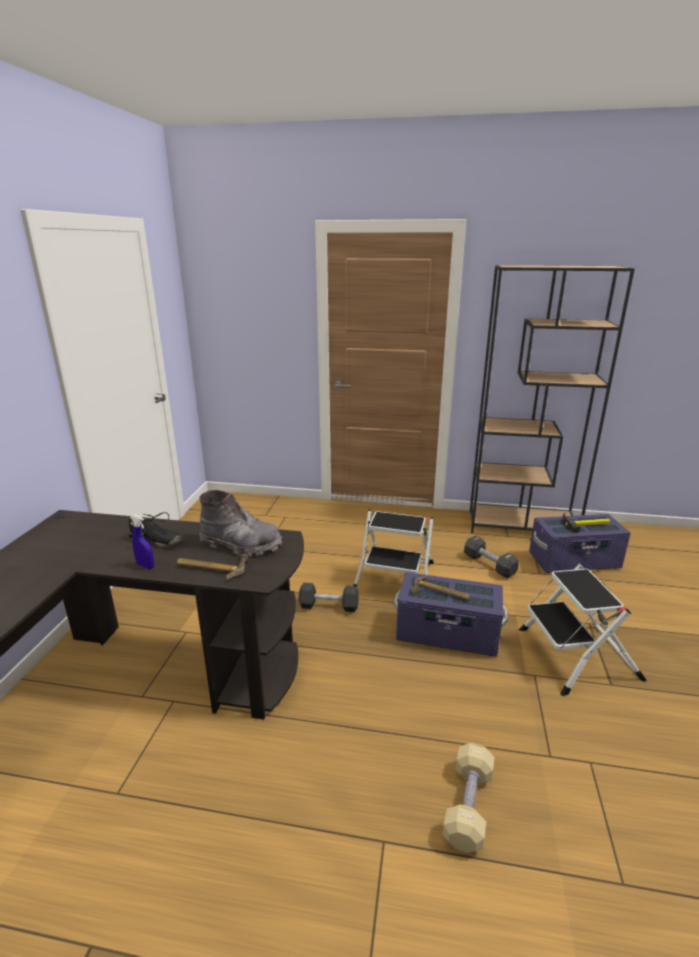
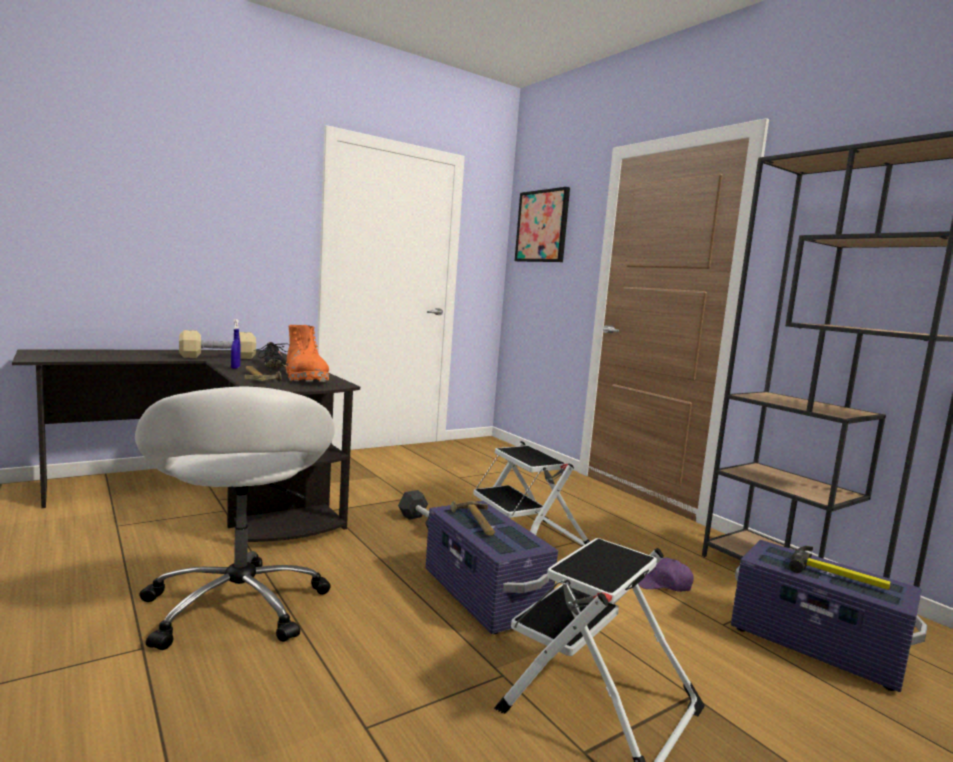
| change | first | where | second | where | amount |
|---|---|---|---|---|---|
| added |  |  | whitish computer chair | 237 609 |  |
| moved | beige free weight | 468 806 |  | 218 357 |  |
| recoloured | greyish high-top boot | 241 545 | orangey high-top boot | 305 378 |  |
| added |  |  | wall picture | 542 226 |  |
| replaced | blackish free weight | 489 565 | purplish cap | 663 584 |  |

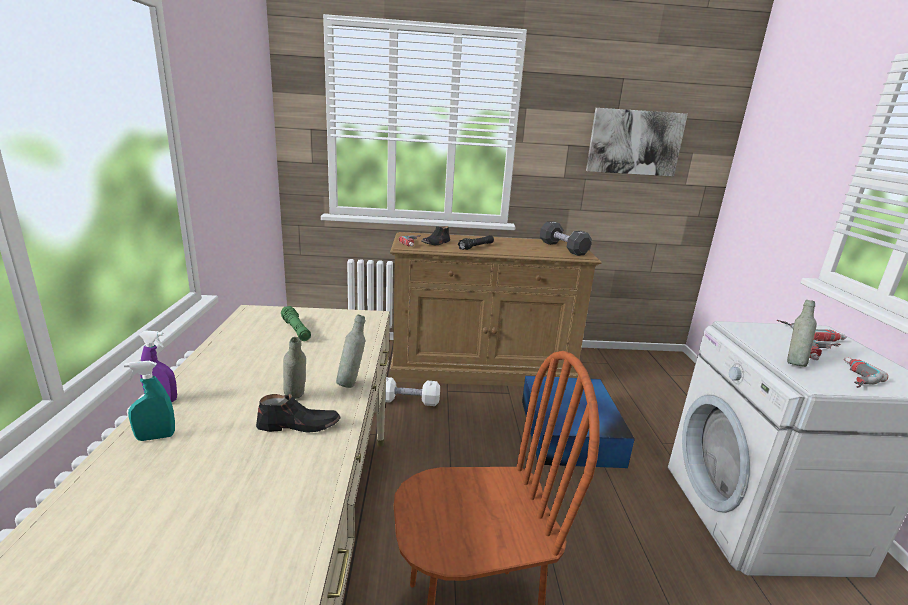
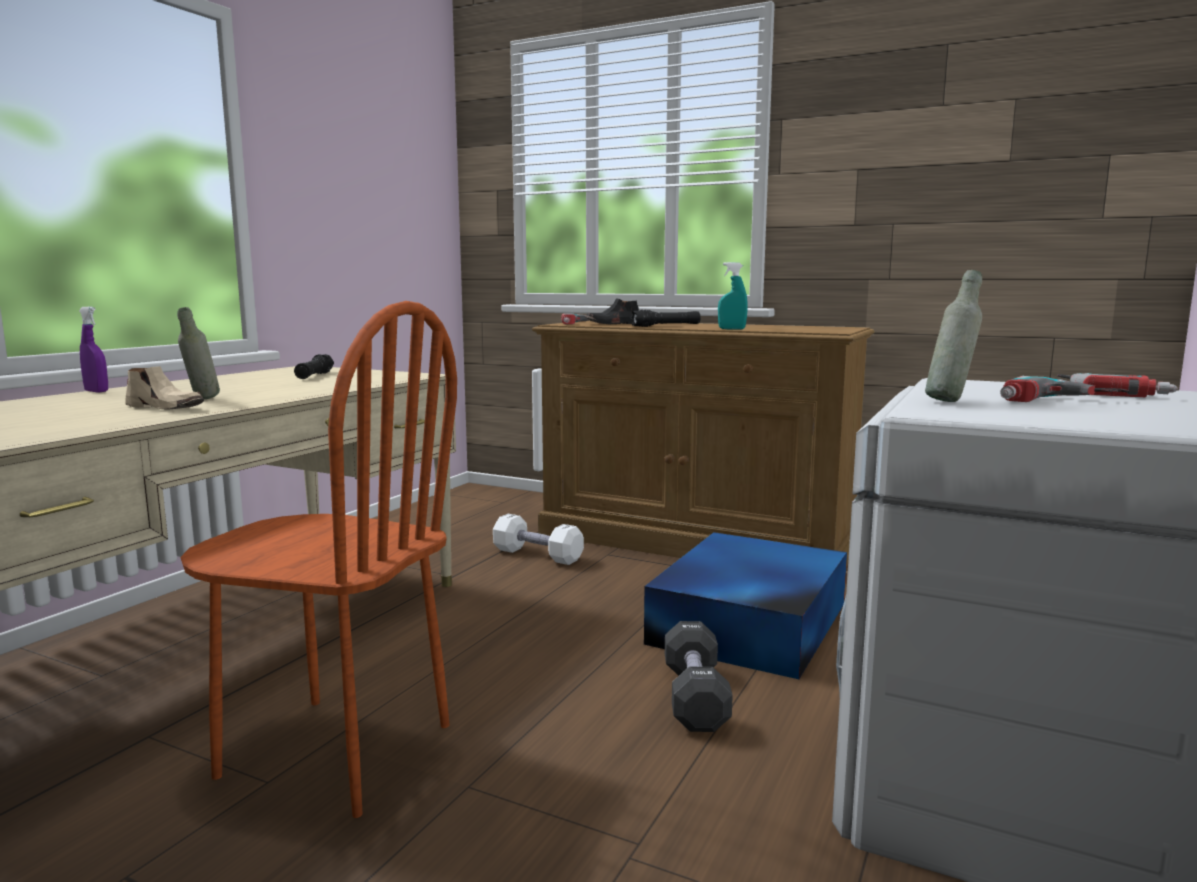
| change | first | where | second | where | amount |
|---|---|---|---|---|---|
| recoloured | blackish shoe | 299 425 | beige shoe | 166 408 |  |
| recoloured | green-coloured hand torch | 296 330 | blackish hand torch | 314 376 |  |
| moved | blackish free weight | 563 248 |  | 695 697 |  |
| moved | blue-green hand sprayer | 155 437 |  | 731 329 |  |
| removed | greyish drink bottle | 351 383 |  |  |  |
| removed | wall picture | 634 142 |  |  |  |
| removed | electric drill | 850 376 |  |  |  |

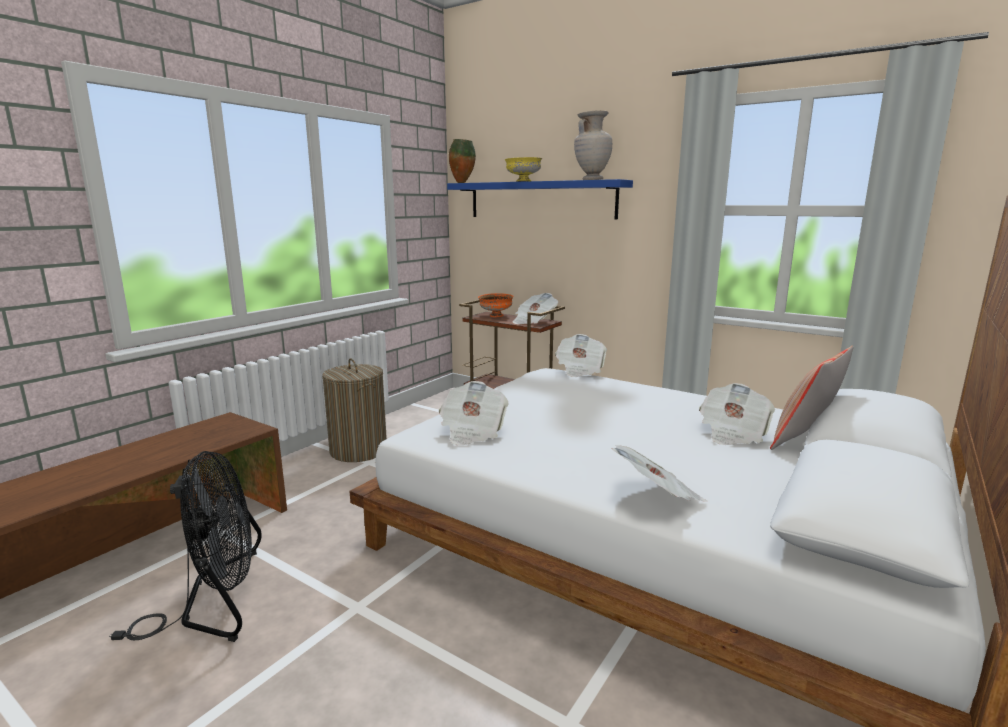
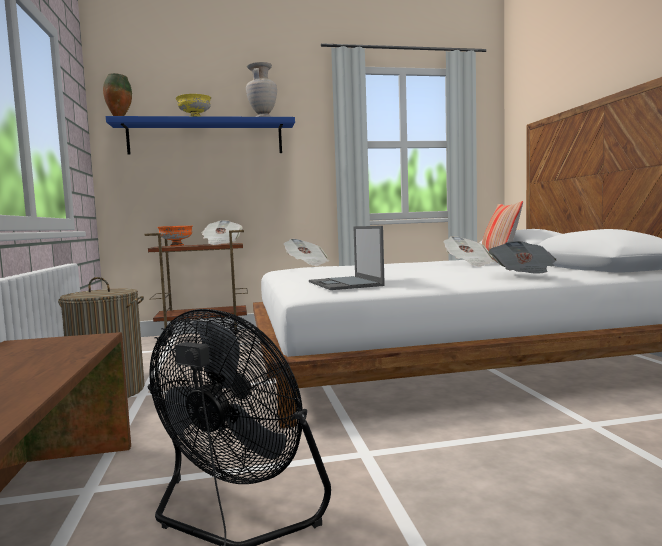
| change | first | where | second | where | amount |
|---|---|---|---|---|---|
| replaced | daily paper | 472 431 | notebook computer | 345 284 |  |

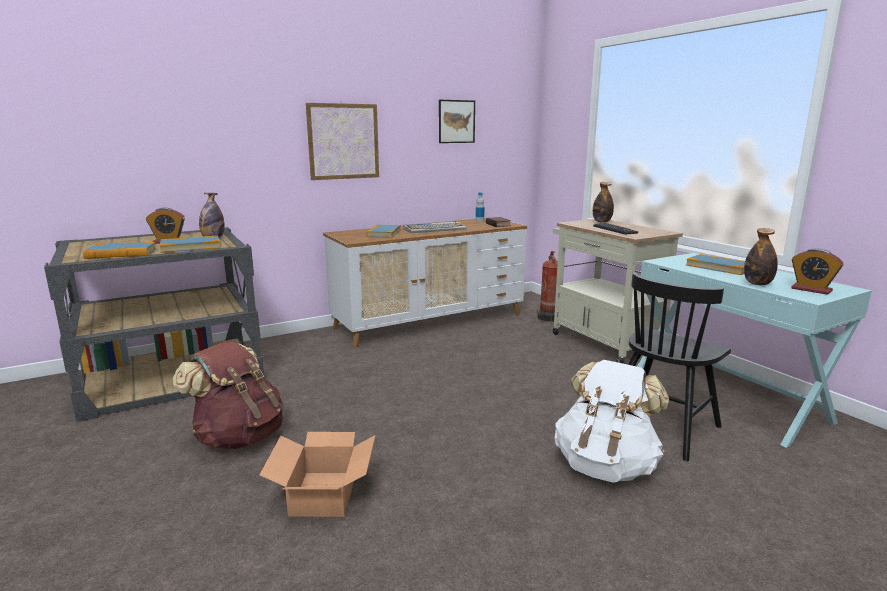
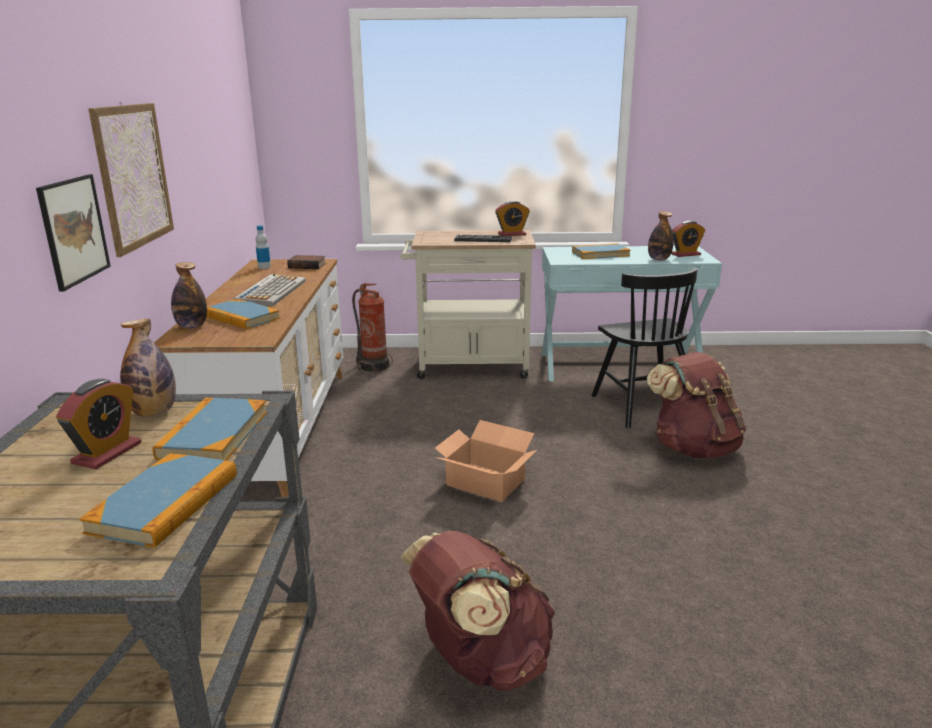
| change | first | where | second | where | amount |
|---|---|---|---|---|---|
| moved | wall picture | 456 121 |  | 74 230 |  |
| moved | drink bottle | 602 222 |  | 192 326 |  |
| moved | packing box | 325 493 |  | 485 481 |  |
| added |  |  | table clock | 512 234 |  |
| recoloured | whitish knapsack | 606 466 | brown-coloured knapsack | 693 448 |  |

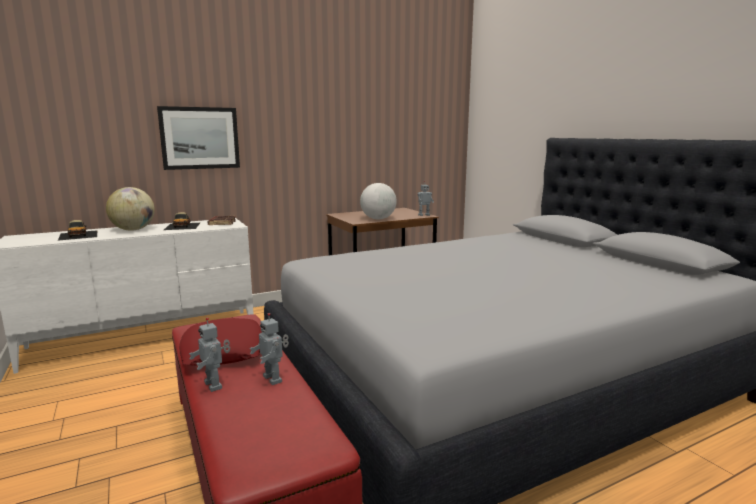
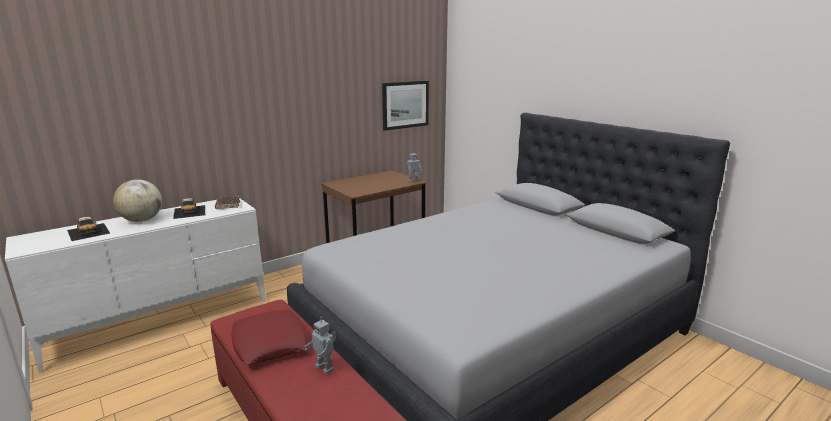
| change | first | where | second | where | amount |
|---|---|---|---|---|---|
| moved | wall picture | 200 138 |  | 405 105 |  |
| removed | model robot | 214 385 |  |  |  |
| removed | desk globe | 378 219 |  |  |  |

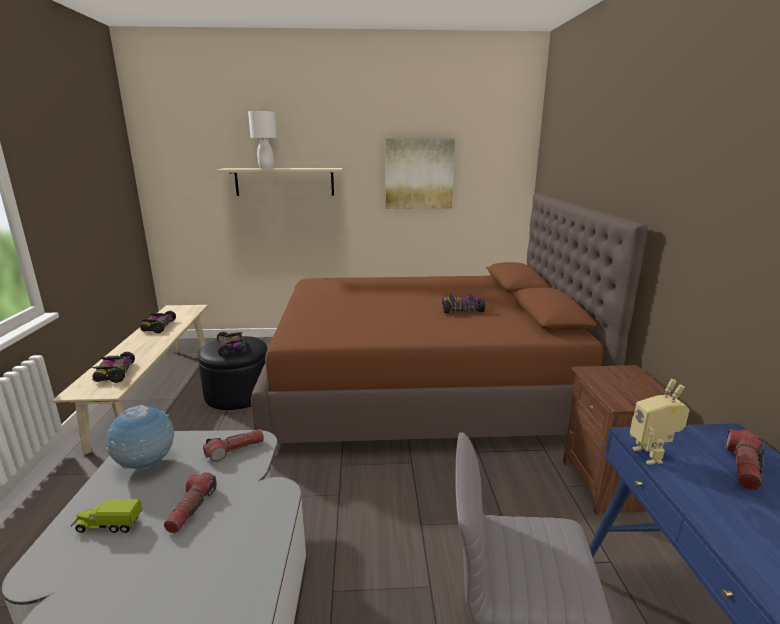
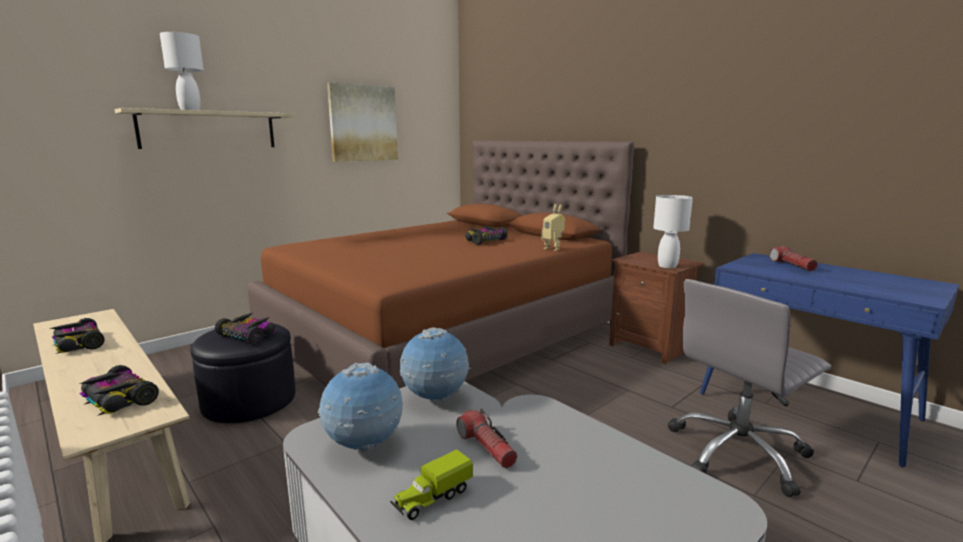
| change | first | where | second | where | amount |
|---|---|---|---|---|---|
| replaced | hand torch | 235 450 | desk globe | 435 399 |  |
| moved | model robot | 652 455 |  | 553 248 |  |
| added |  |  | whitish tabletop lamp | 667 266 |  |

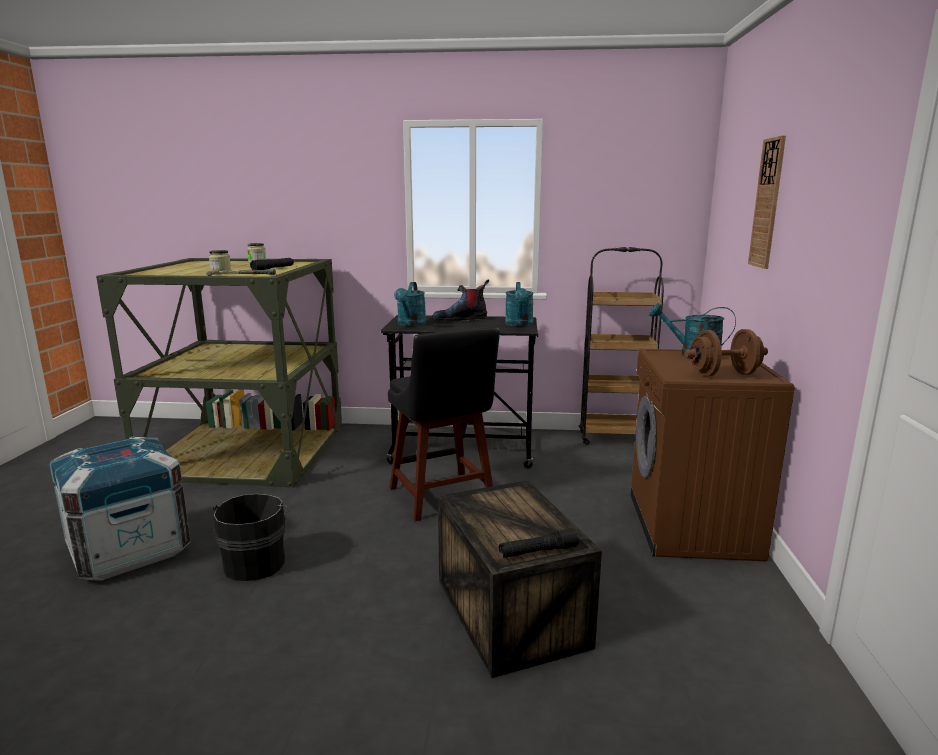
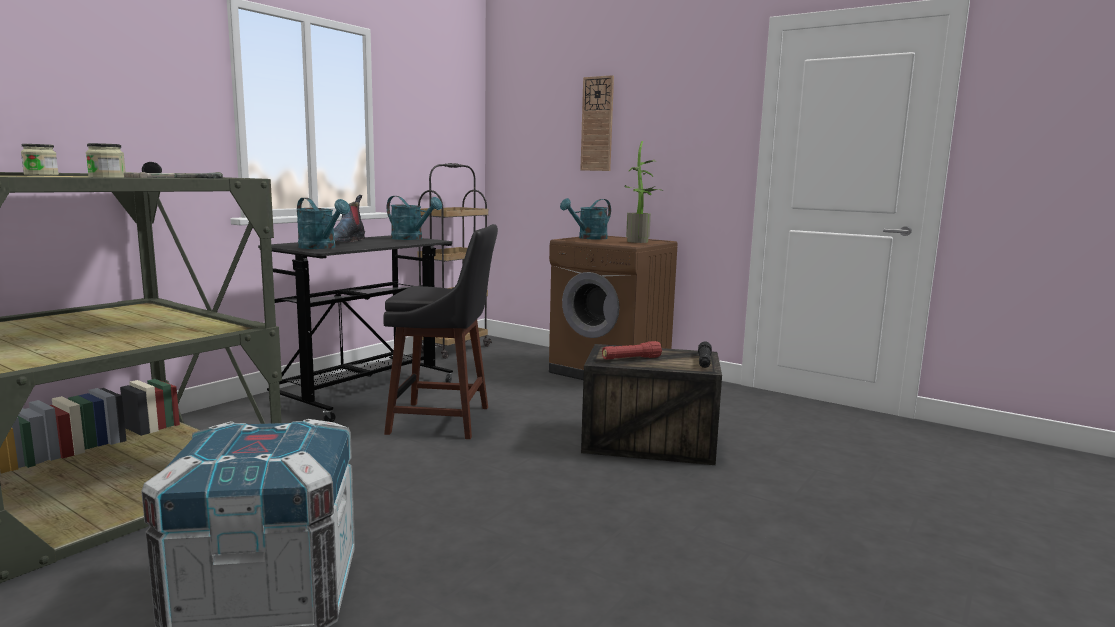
| change | first | where | second | where | amount |
|---|---|---|---|---|---|
| added |  |  | reddish hand torch | 631 359 |  |
| replaced | brown-coloured free weight | 723 374 | plant in a pot | 640 242 |  |
| removed | blackish pail | 256 562 |  |  |  |

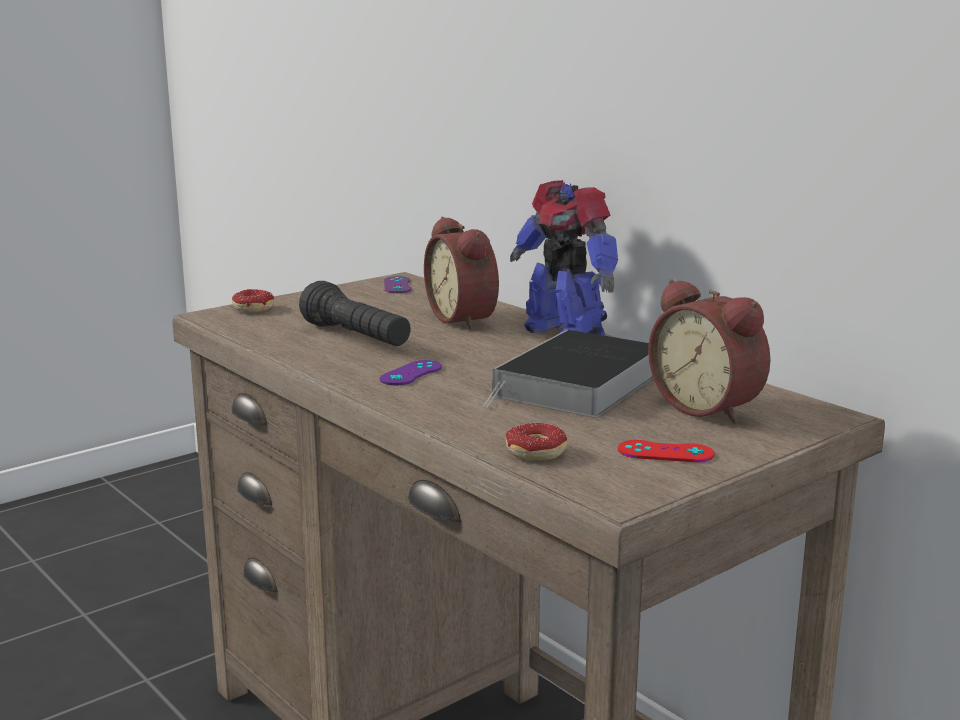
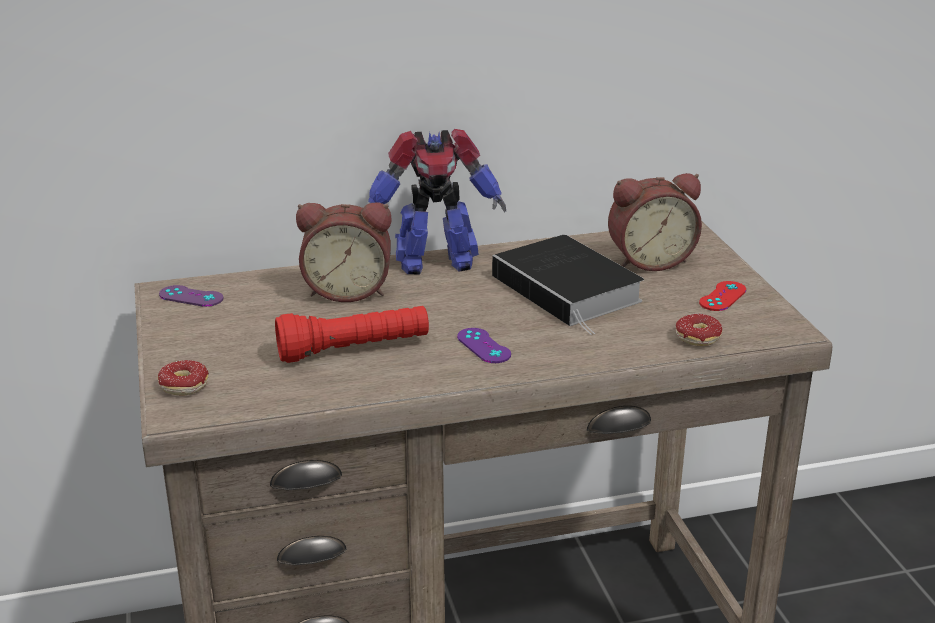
| change | first | where | second | where | amount |
|---|---|---|---|---|---|
| recoloured | blackish hand torch | 356 338 | reddish hand torch | 354 350 |  |

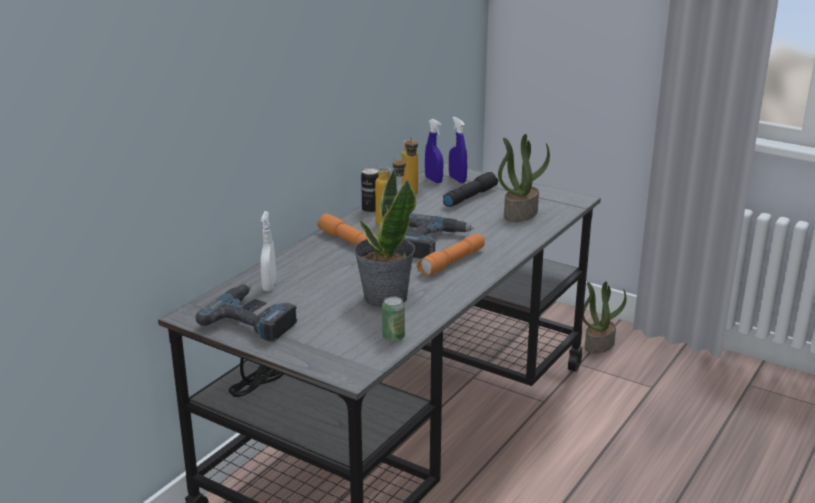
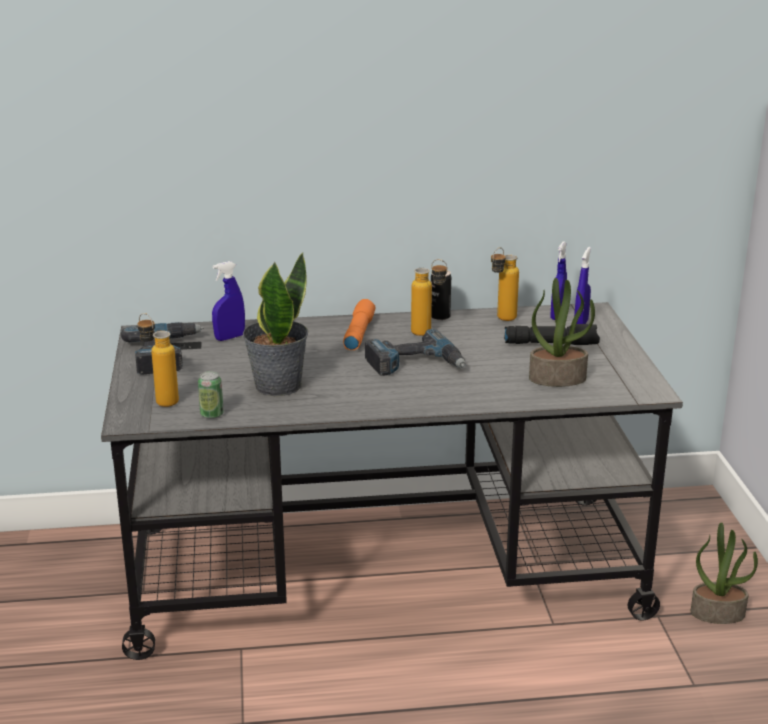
| change | first | where | second | where | amount |
|---|---|---|---|---|---|
| added |  |  | drink bottle | 160 399 |  |
| recoloured | whitish hand sprayer | 269 286 | bluish hand sprayer | 229 337 |  |
| removed | orangey hand torch | 452 263 |  |  |  |

